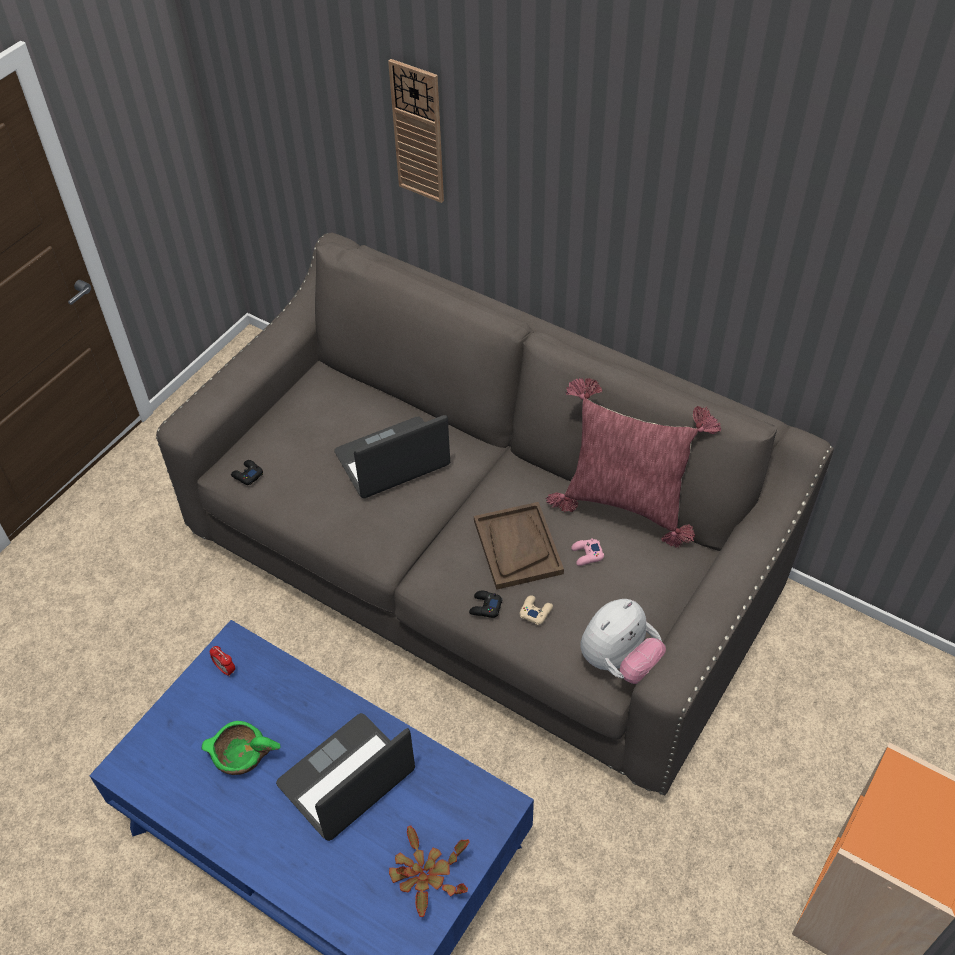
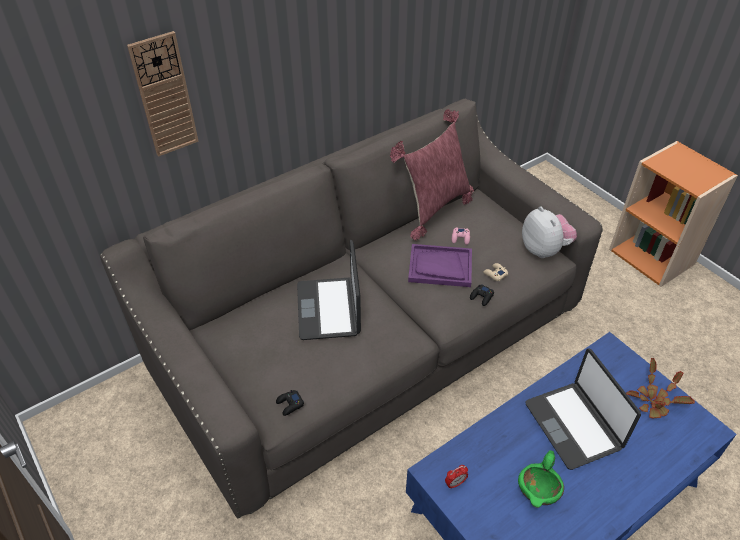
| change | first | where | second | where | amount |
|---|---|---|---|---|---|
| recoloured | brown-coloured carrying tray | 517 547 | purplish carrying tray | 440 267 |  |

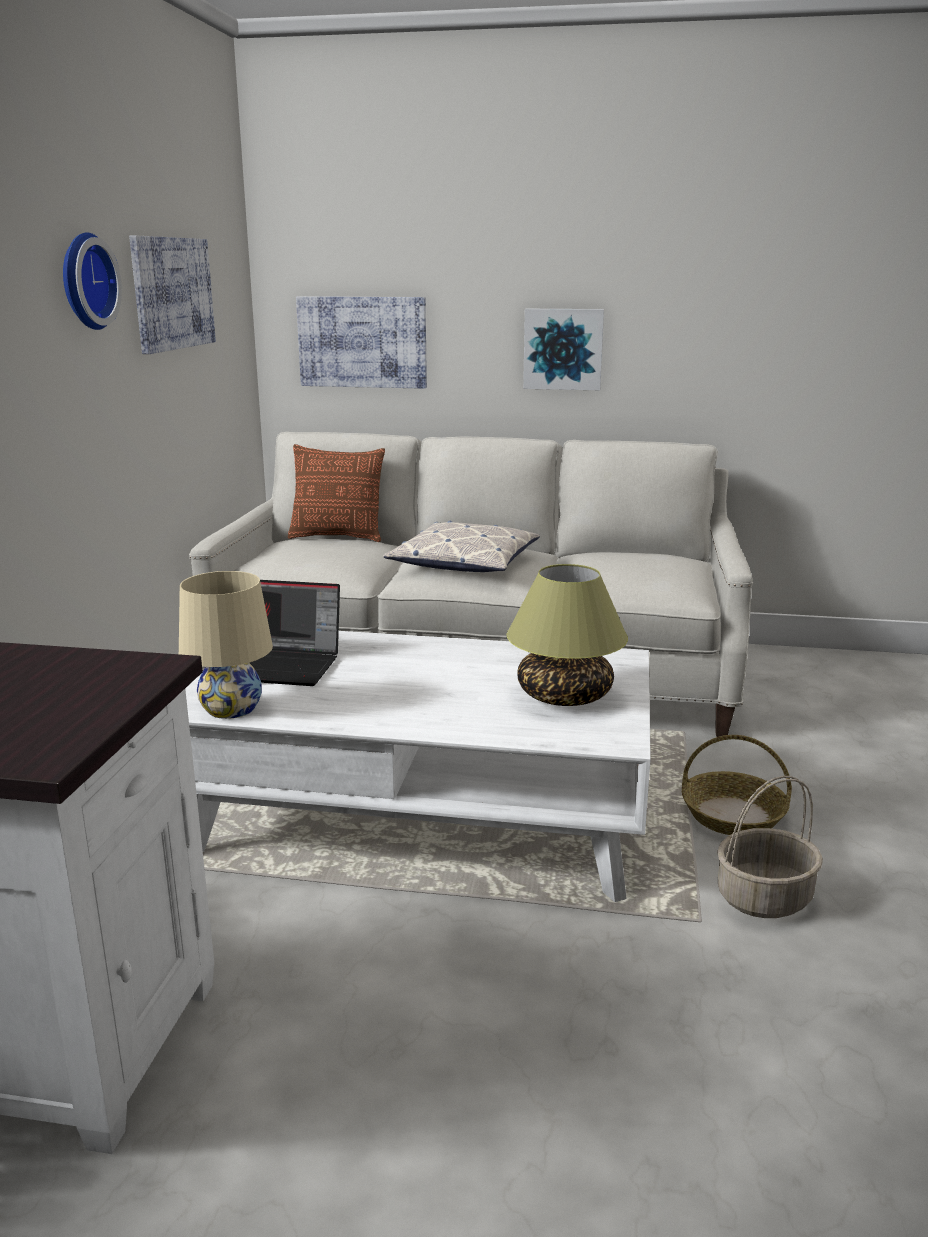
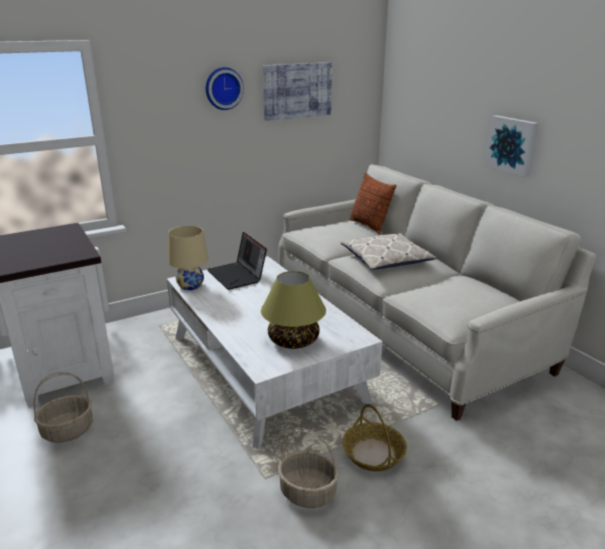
| change | first | where | second | where | amount |
|---|---|---|---|---|---|
| added |  |  | basket | 68 430 |  |
| removed | wall picture | 362 342 |  |  |  |

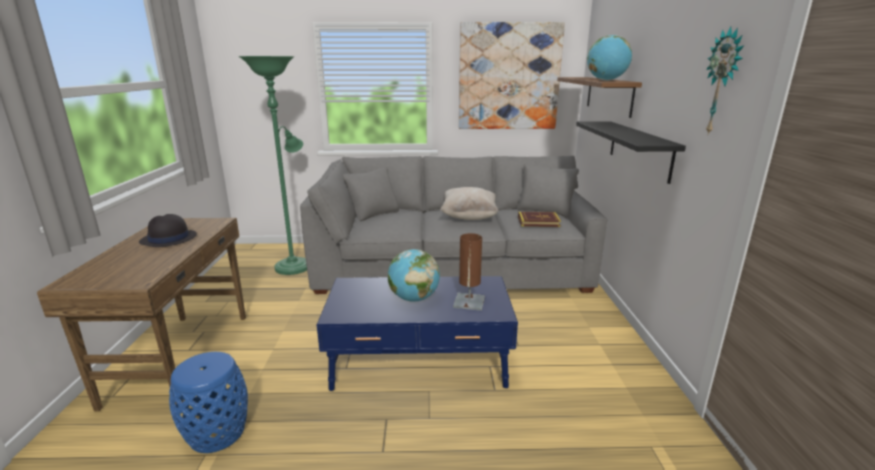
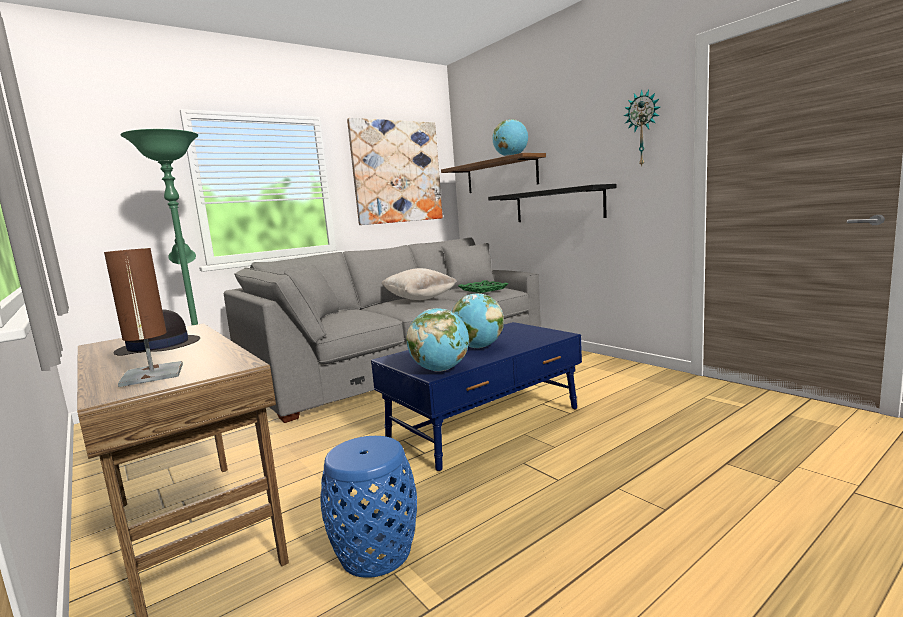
| change | first | where | second | where | amount |
|---|---|---|---|---|---|
| moved | brown-coloured tabletop lamp | 469 302 |  | 152 375 |  |
| added |  |  | desk globe | 440 370 |  |
| replaced | book | 538 222 | green-coloured carrying tray | 483 289 |  |

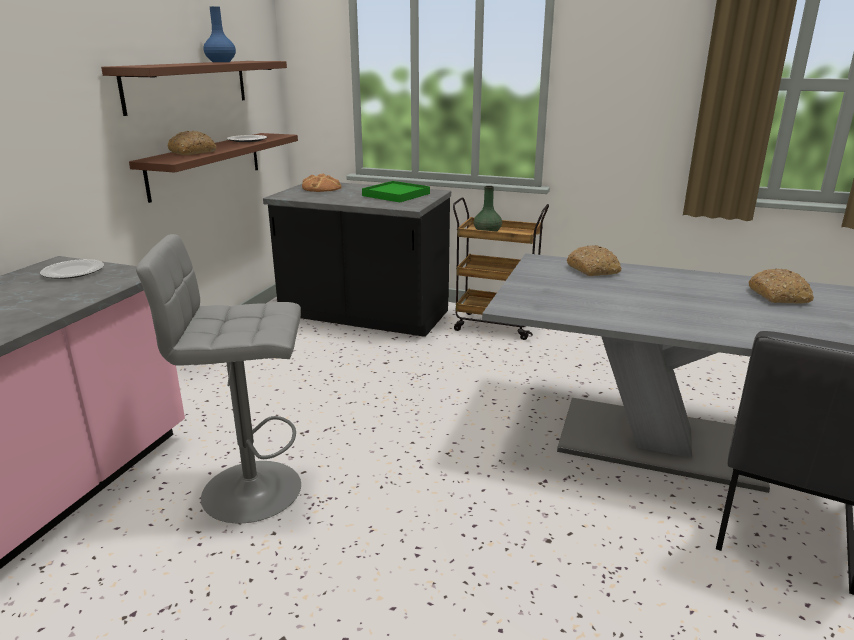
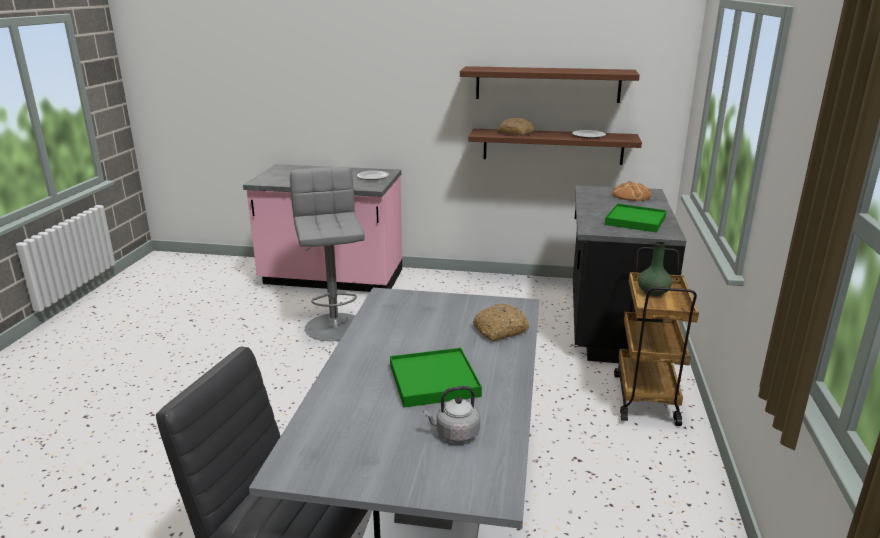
| change | first | where | second | where | amount |
|---|---|---|---|---|---|
| added |  |  | green-coloured carrying tray | 433 380 |  |
| replaced | bakery bread | 779 296 | greyish tea kettle | 455 434 |  |
| removed | bluish decorative vase | 221 62 |  |  |  |

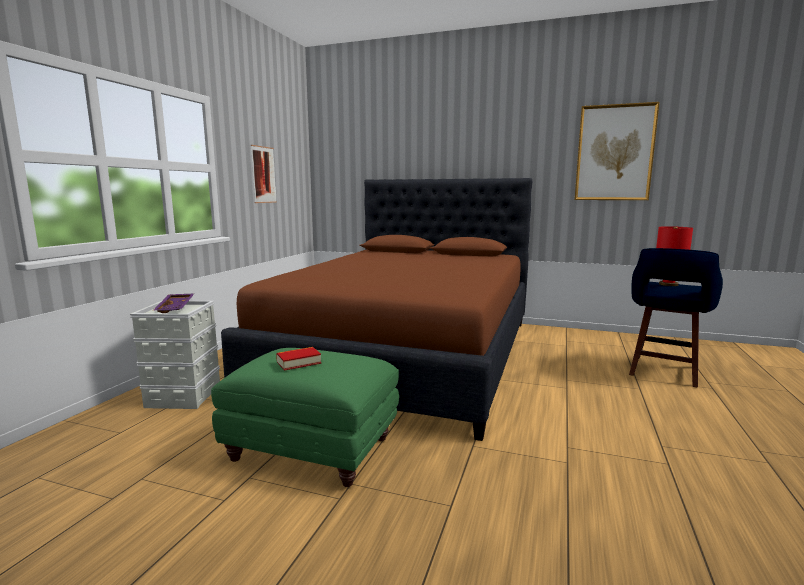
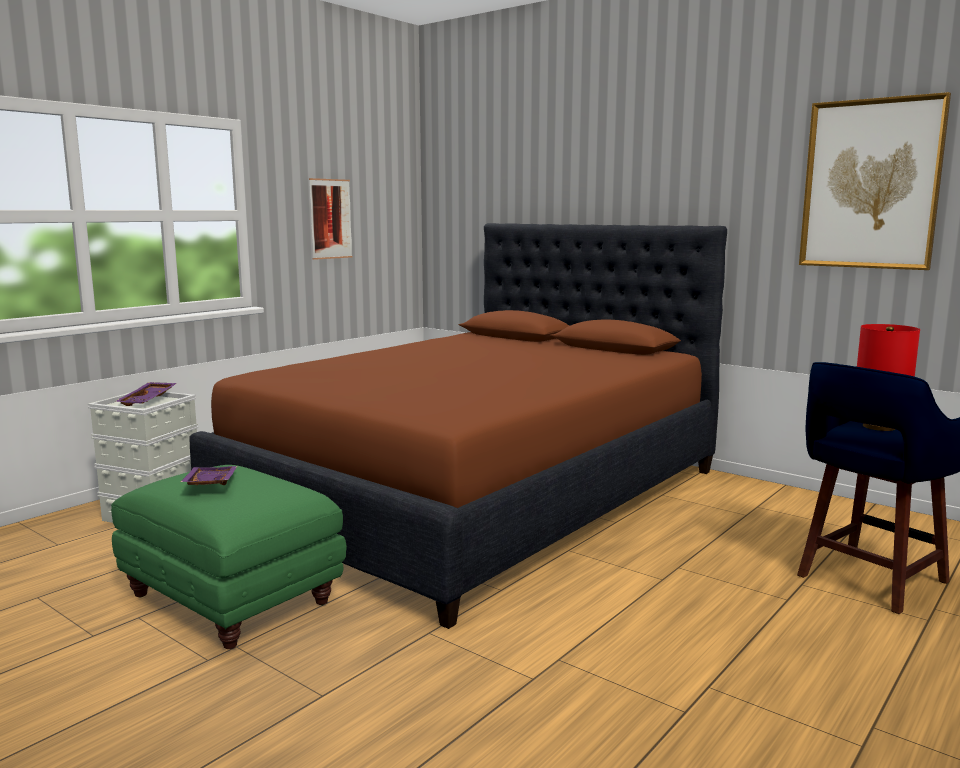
| change | first | where | second | where | amount |
|---|---|---|---|---|---|
| replaced | book | 299 362 | purplish carrying tray | 209 484 |  |

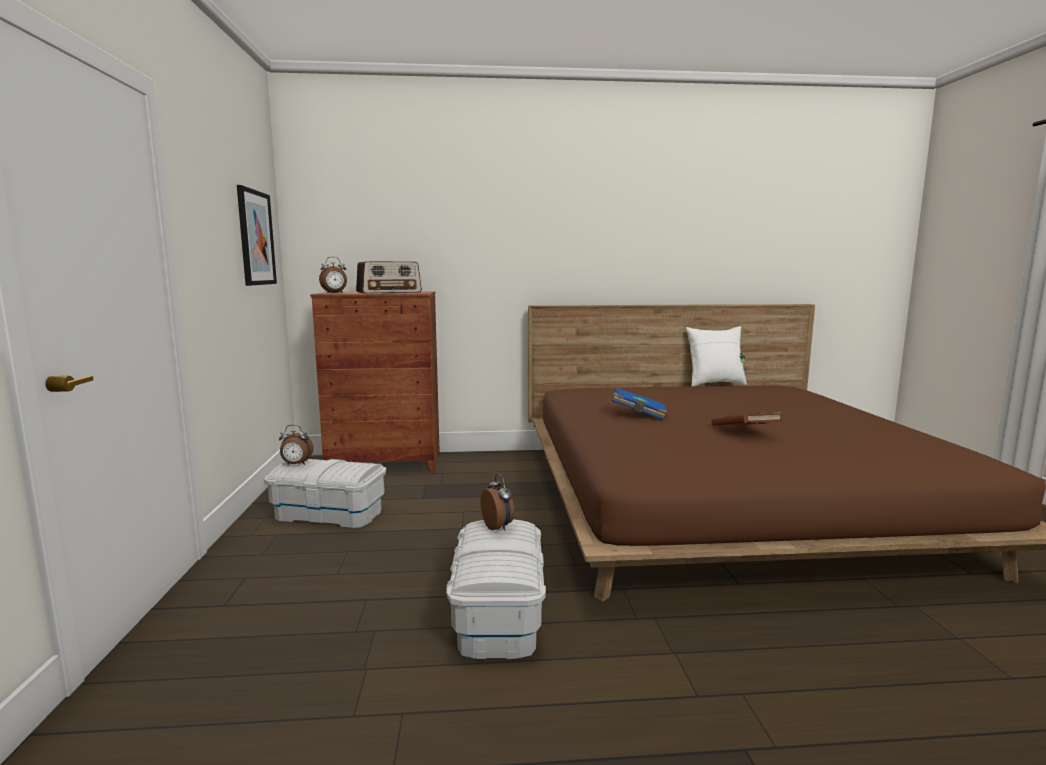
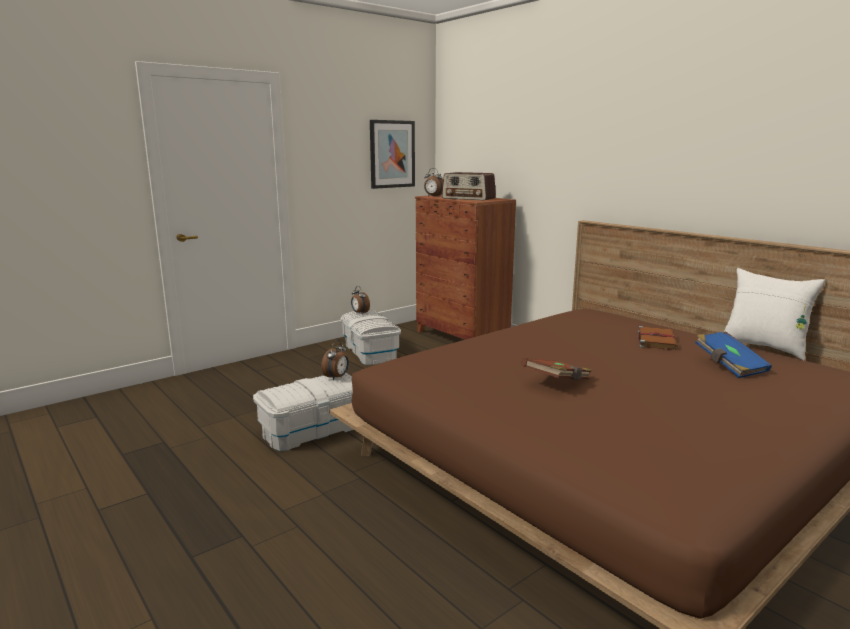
| change | first | where | second | where | amount |
|---|---|---|---|---|---|
| added |  |  | brown-coloured book | 656 340 |  |
| moved | bluish book | 638 415 |  | 729 366 |  |

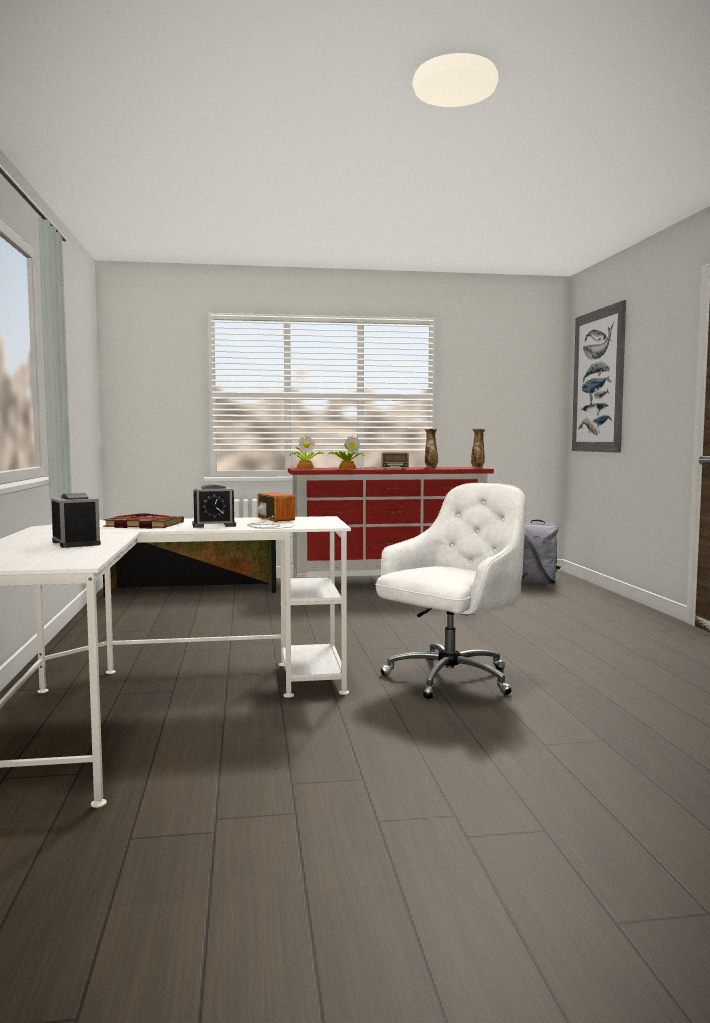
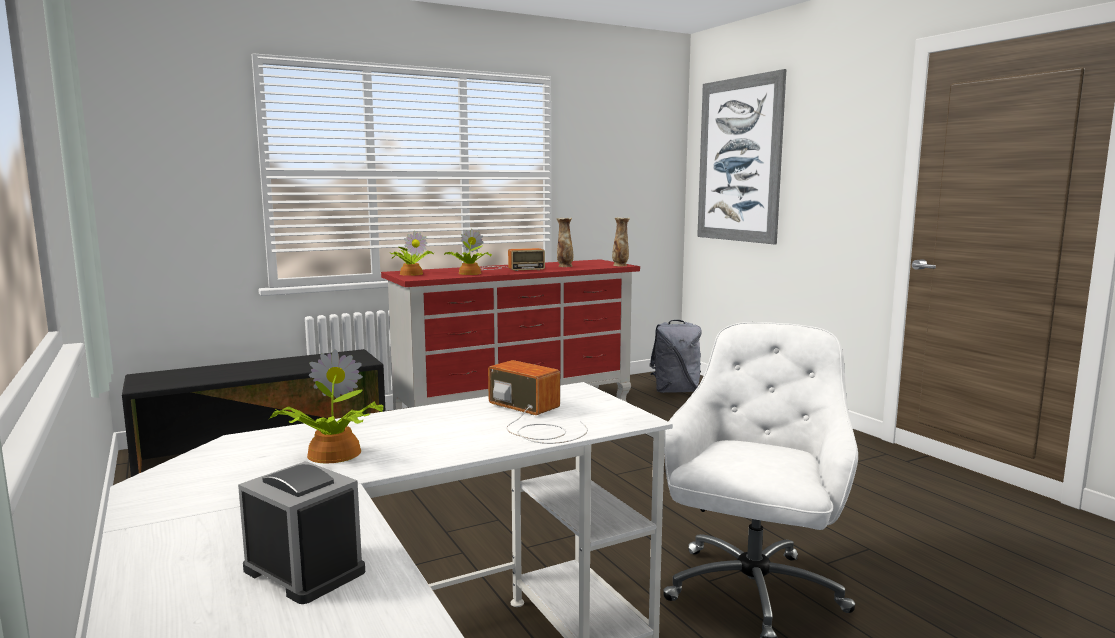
| change | first | where | second | where | amount |
|---|---|---|---|---|---|
| replaced | book | 141 525 | plant in a pot | 331 454 |  |
| removed | table clock | 214 525 |  |  |  |

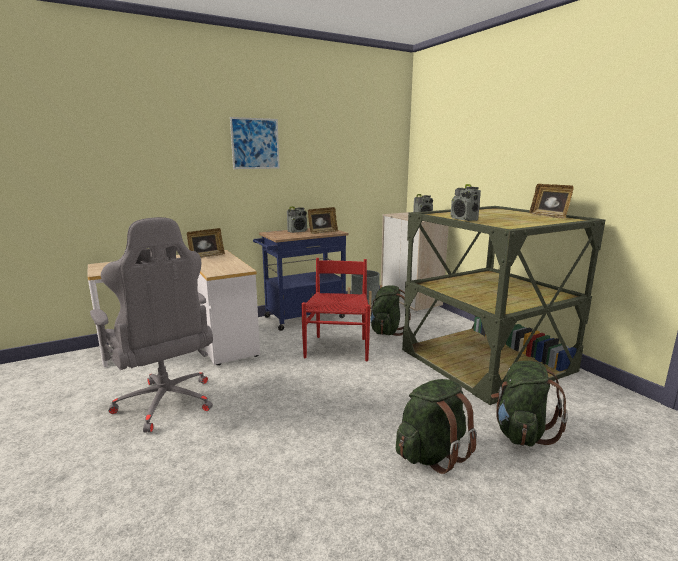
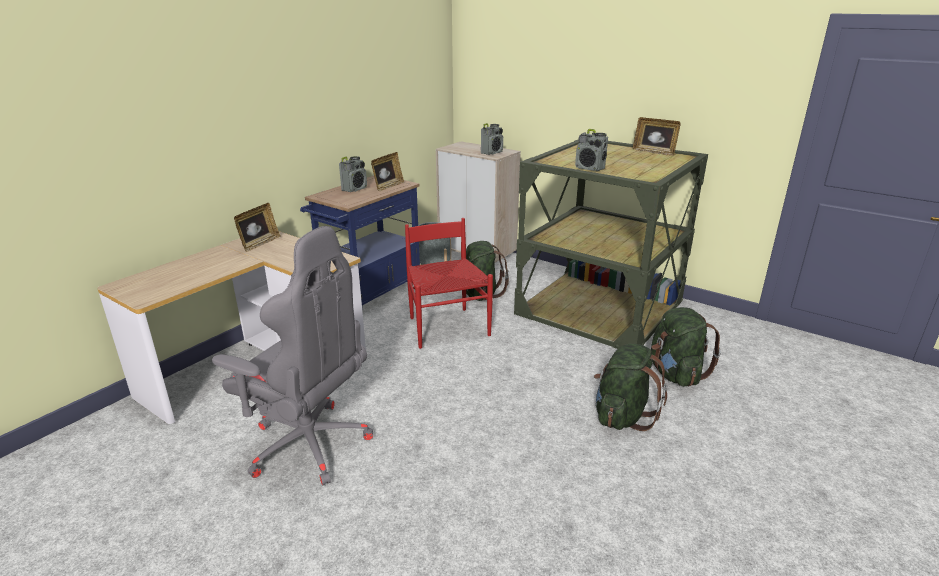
| change | first | where | second | where | amount |
|---|---|---|---|---|---|
| removed | wall picture | 255 143 |  |  |  |

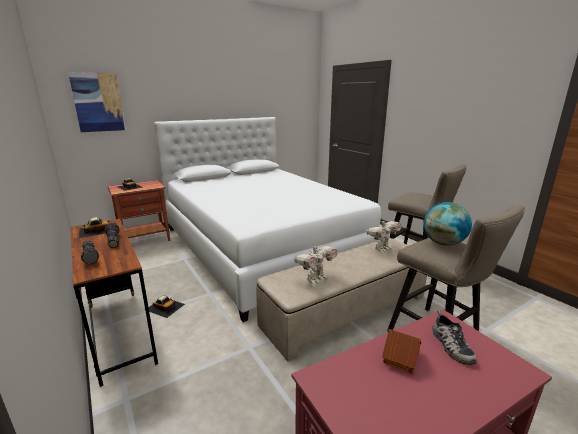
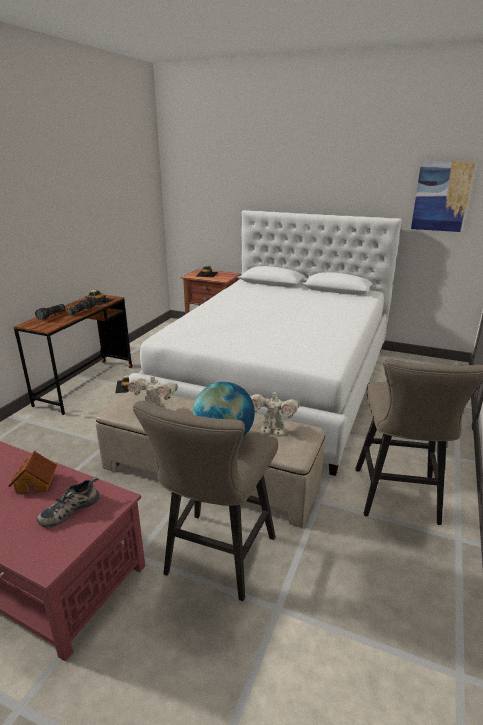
| change | first | where | second | where | amount |
|---|---|---|---|---|---|
| moved | wall picture | 98 102 |  | 441 196 |  |

